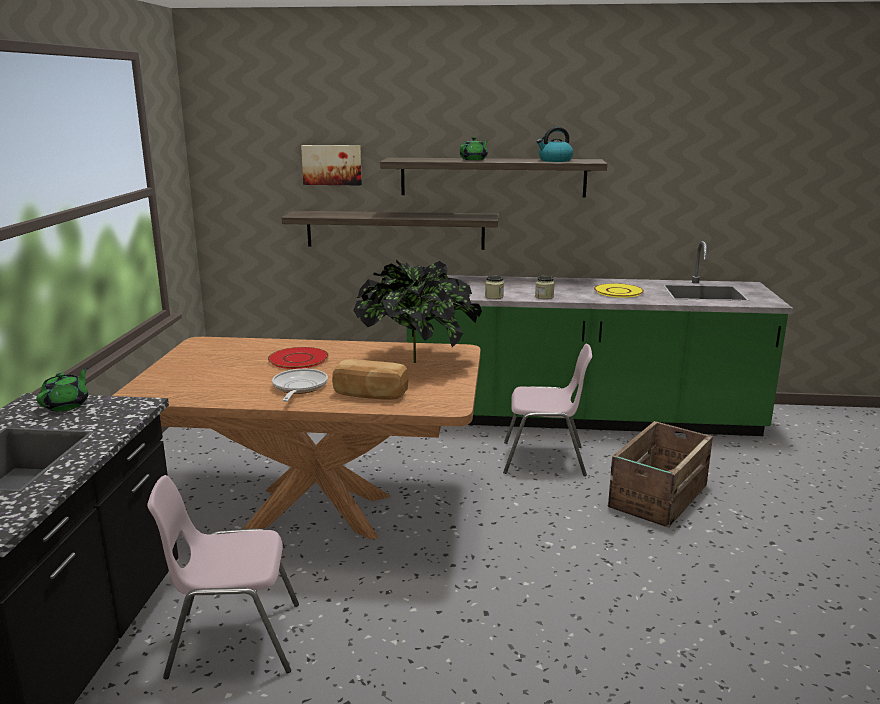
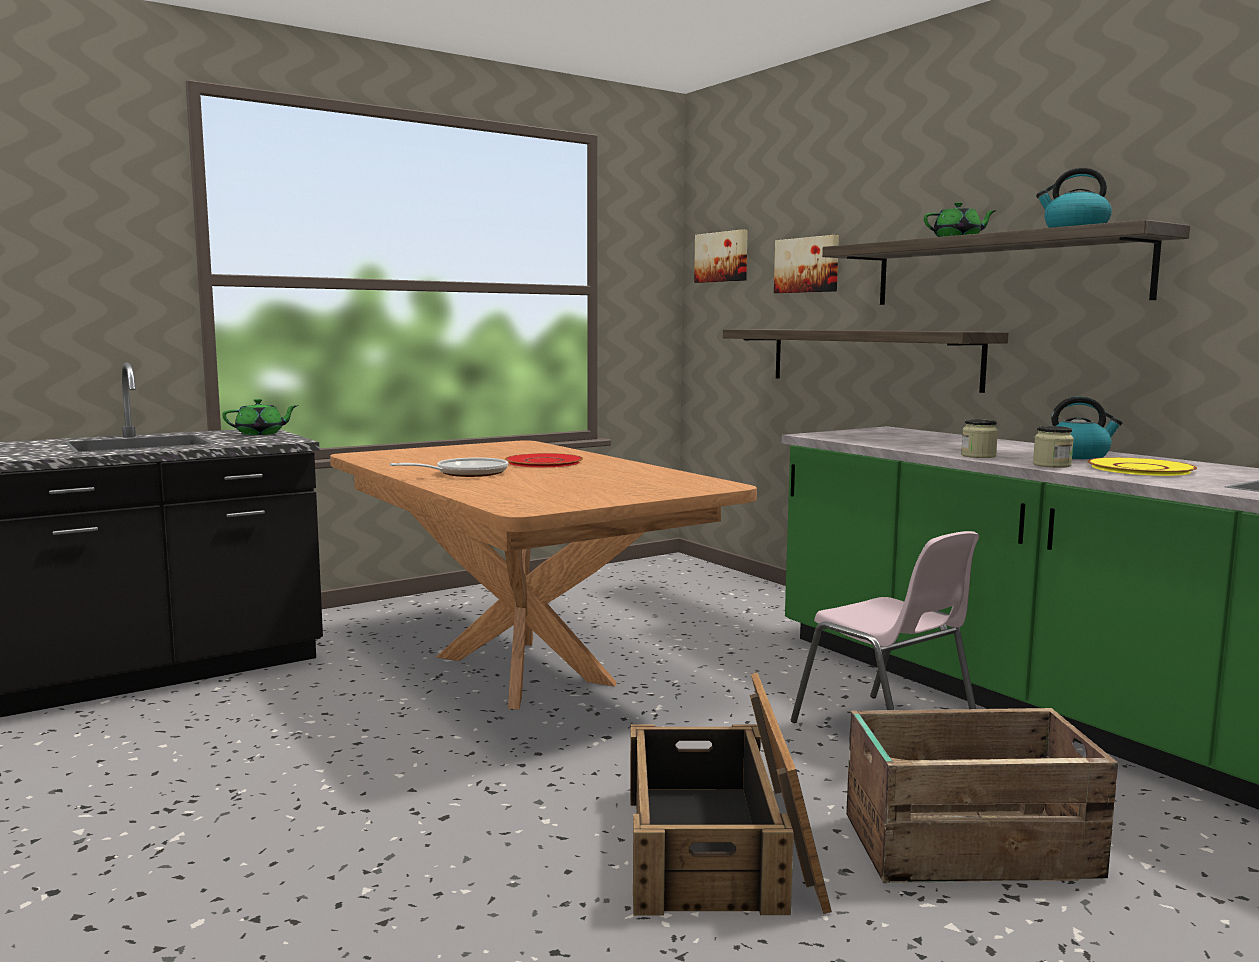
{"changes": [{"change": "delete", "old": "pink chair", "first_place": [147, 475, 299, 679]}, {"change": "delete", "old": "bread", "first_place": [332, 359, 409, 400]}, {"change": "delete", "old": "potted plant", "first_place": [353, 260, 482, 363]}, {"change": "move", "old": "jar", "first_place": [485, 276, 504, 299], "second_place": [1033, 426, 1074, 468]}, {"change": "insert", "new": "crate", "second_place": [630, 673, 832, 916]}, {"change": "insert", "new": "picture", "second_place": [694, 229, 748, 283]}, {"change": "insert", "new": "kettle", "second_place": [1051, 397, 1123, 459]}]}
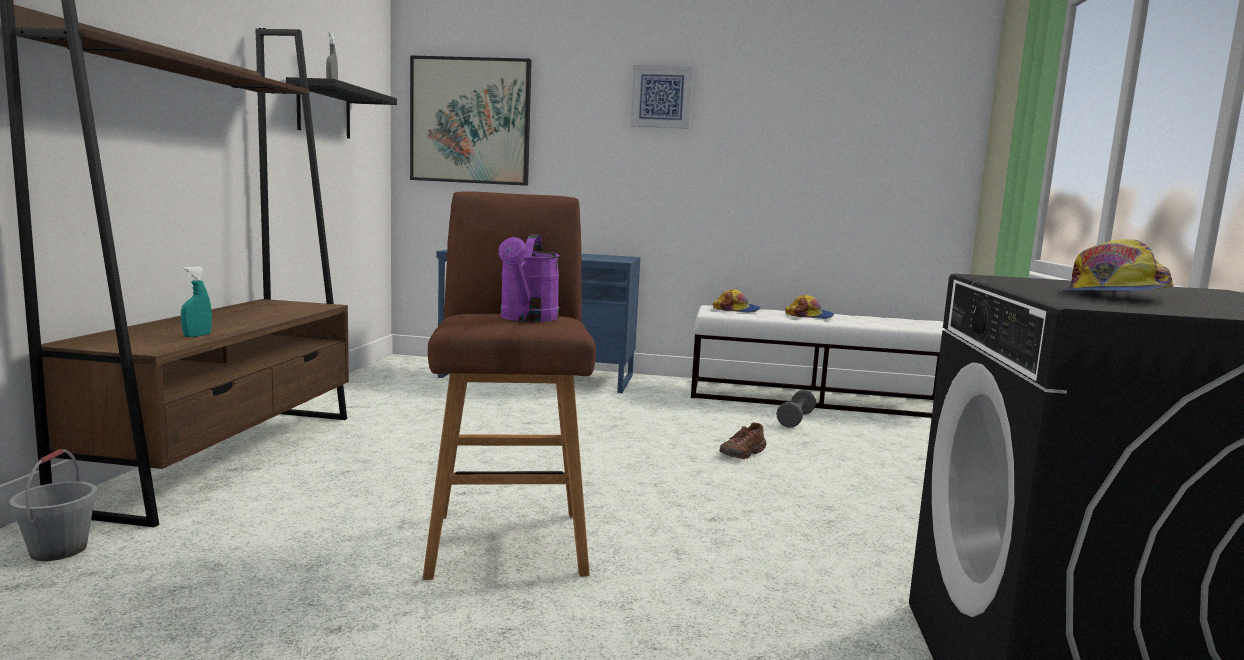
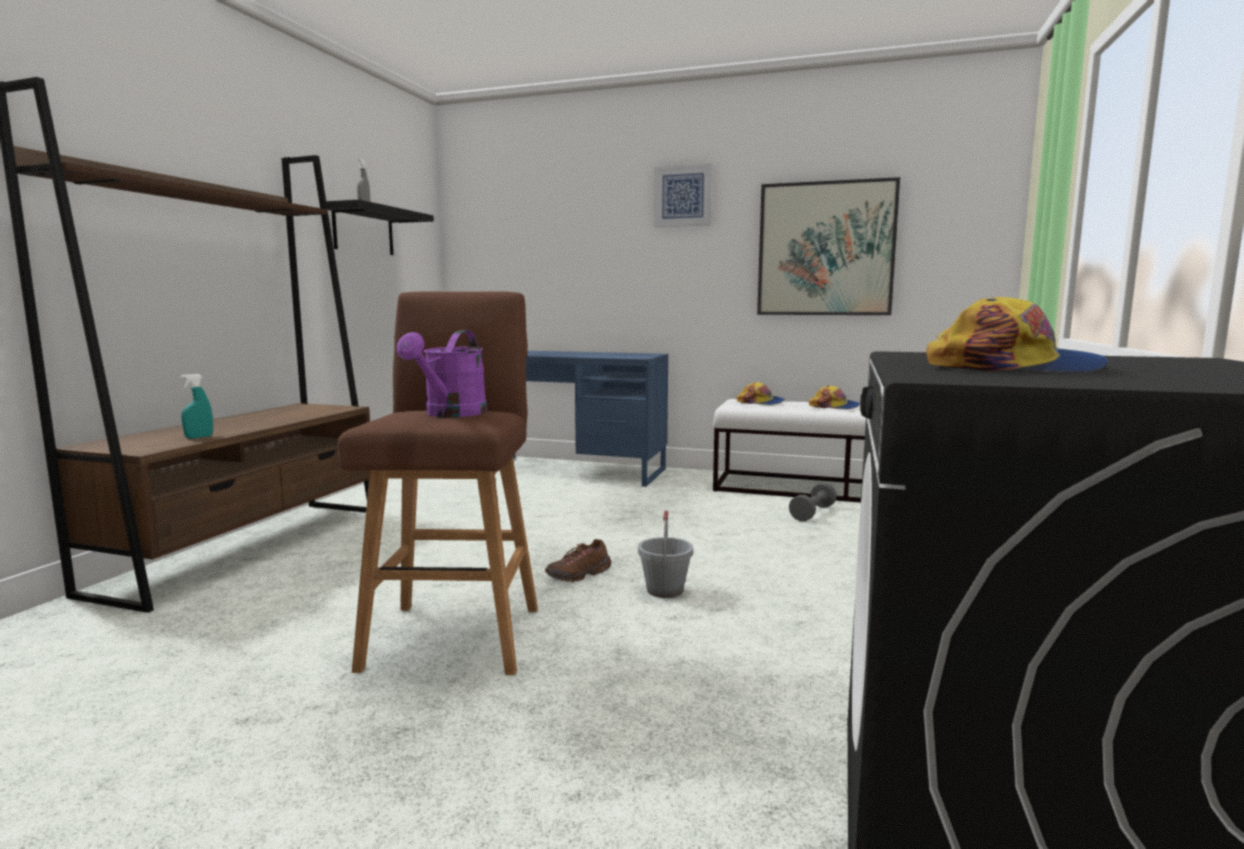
{"changes": [{"change": "move", "old": "grey bucket", "first_place": [9, 449, 98, 561], "second_place": [638, 511, 693, 598]}, {"change": "move", "old": "picture", "first_place": [410, 55, 532, 186], "second_place": [757, 177, 900, 315]}, {"change": "move", "old": "brown shoe", "first_place": [719, 422, 766, 460], "second_place": [545, 539, 611, 582]}, {"change": "rotate", "old": "cap", "first_place": [1056, 239, 1174, 292], "second_place": [926, 297, 1109, 372], "degrees": -120}]}
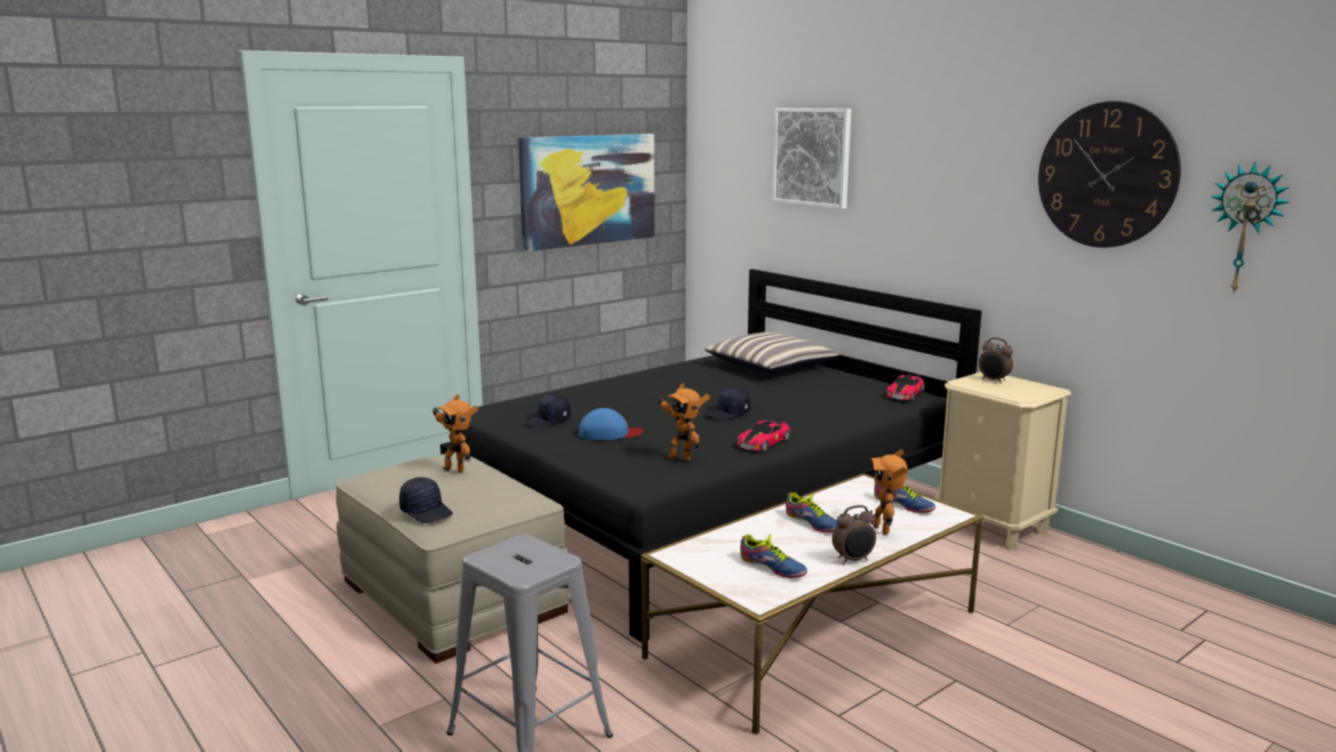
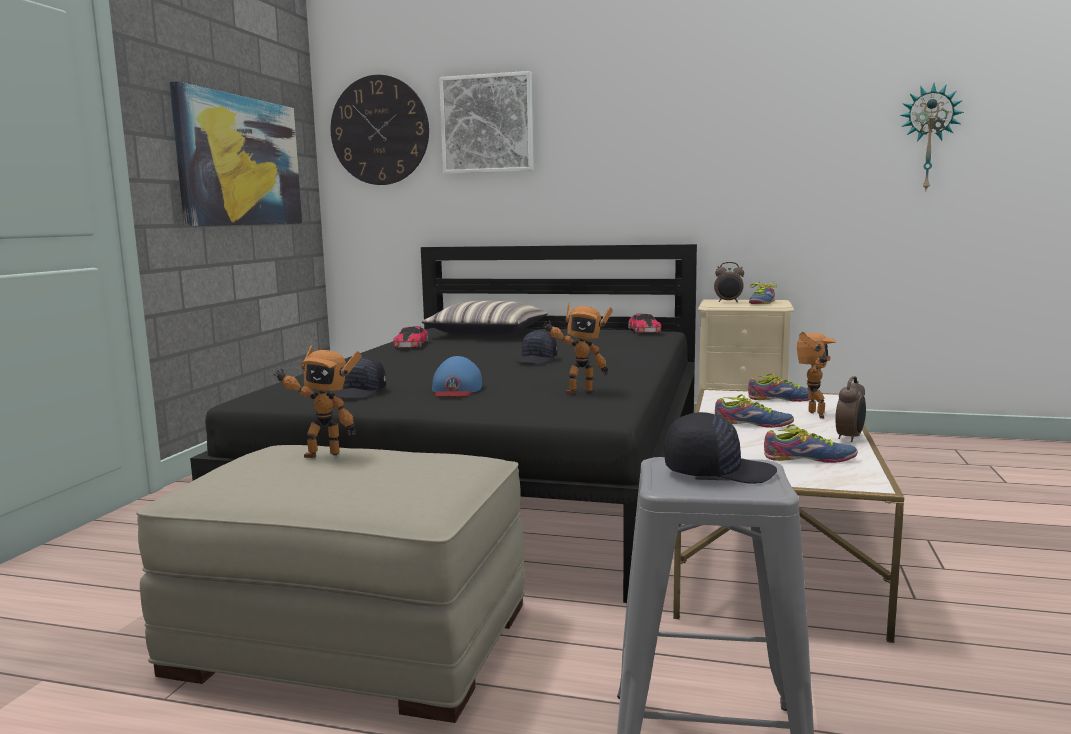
{"changes": [{"change": "move", "old": "black cap", "first_place": [399, 477, 453, 523], "second_place": [665, 412, 777, 484]}, {"change": "rotate", "old": "blue cap", "first_place": [579, 408, 643, 440], "second_place": [432, 356, 482, 397], "degrees": 135}, {"change": "move", "old": "toy car", "first_place": [737, 418, 790, 451], "second_place": [393, 326, 429, 348]}, {"change": "rotate", "old": "toy robot", "first_place": [871, 450, 908, 535], "second_place": [797, 332, 836, 419], "degrees": -135}, {"change": "move", "old": "wall clock", "first_place": [1038, 101, 1181, 248], "second_place": [331, 75, 429, 185]}, {"change": "insert", "new": "shoe", "second_place": [749, 281, 777, 304]}]}
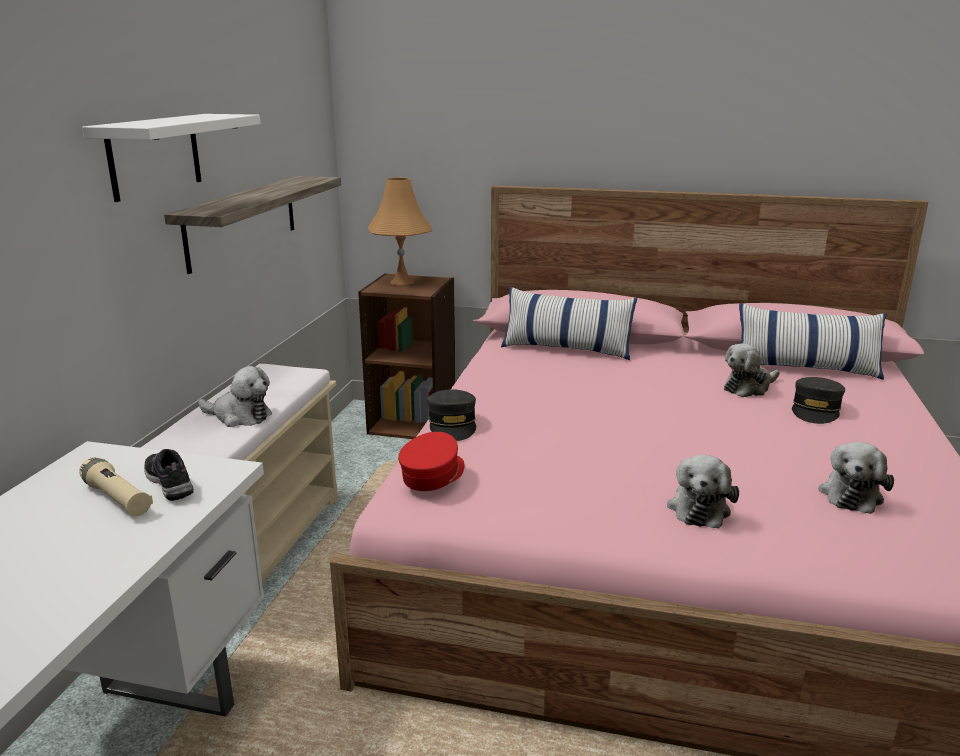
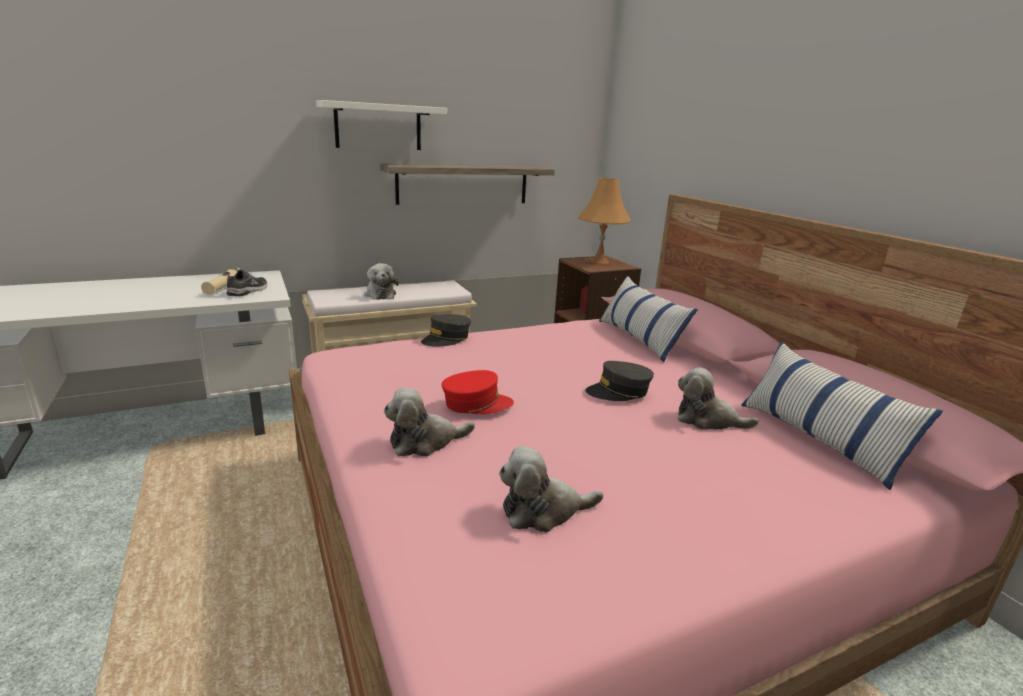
{"changes": [{"change": "move", "old": "red cap", "first_place": [398, 432, 465, 491], "second_place": [442, 370, 514, 414]}, {"change": "move", "old": "grey cap", "first_place": [792, 377, 845, 424], "second_place": [585, 361, 654, 401]}]}
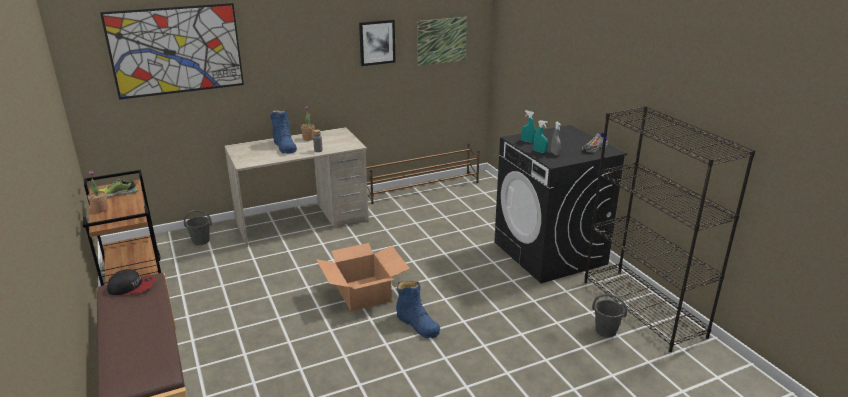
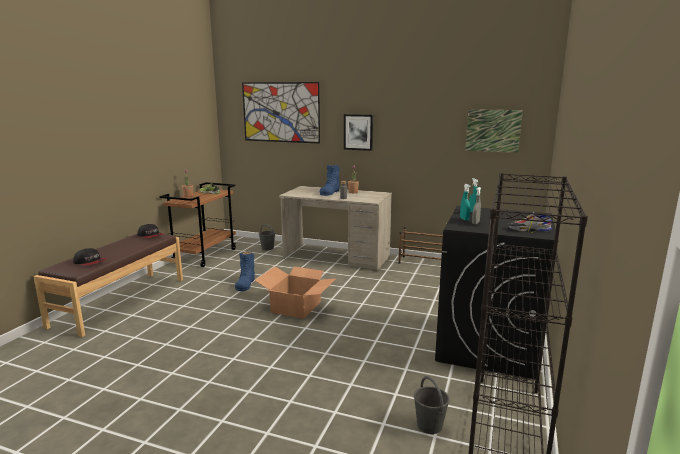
{"changes": [{"change": "move", "old": "picture", "first_place": [359, 19, 395, 66], "second_place": [344, 114, 373, 151]}, {"change": "move", "old": "blue boot", "first_place": [396, 281, 440, 338], "second_place": [235, 251, 255, 291]}, {"change": "insert", "new": "cap", "second_place": [73, 248, 107, 266]}]}
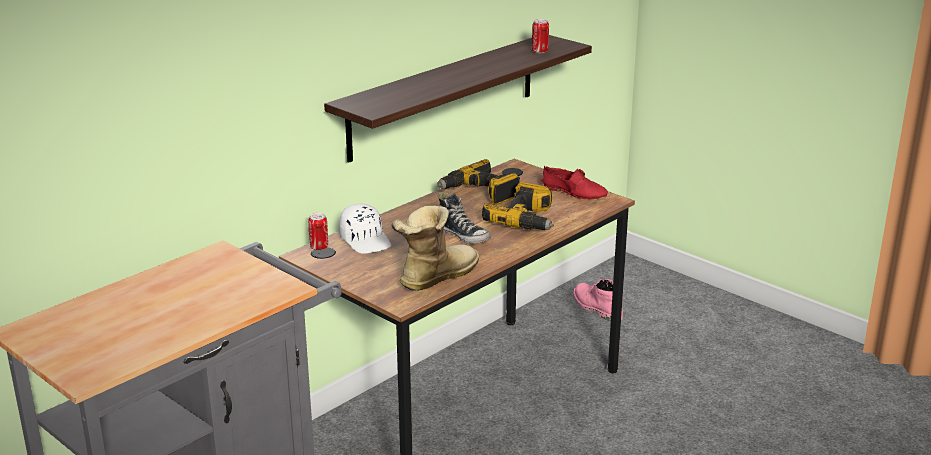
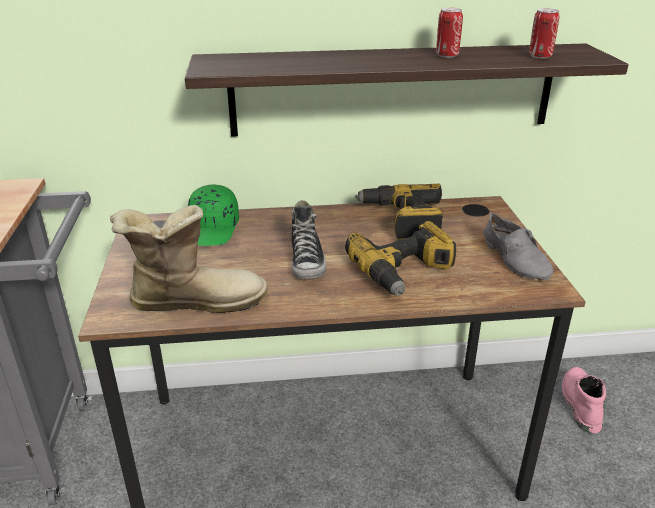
{"changes": [{"change": "move", "old": "can", "first_place": [308, 213, 328, 251], "second_place": [436, 8, 463, 58]}, {"change": "recolor", "old": "white cap", "new": "green cap", "first_place": [339, 203, 391, 254], "second_place": [188, 184, 239, 246]}, {"change": "recolor", "old": "red shoe", "new": "grey shoe", "first_place": [541, 166, 608, 200], "second_place": [484, 212, 553, 280]}]}
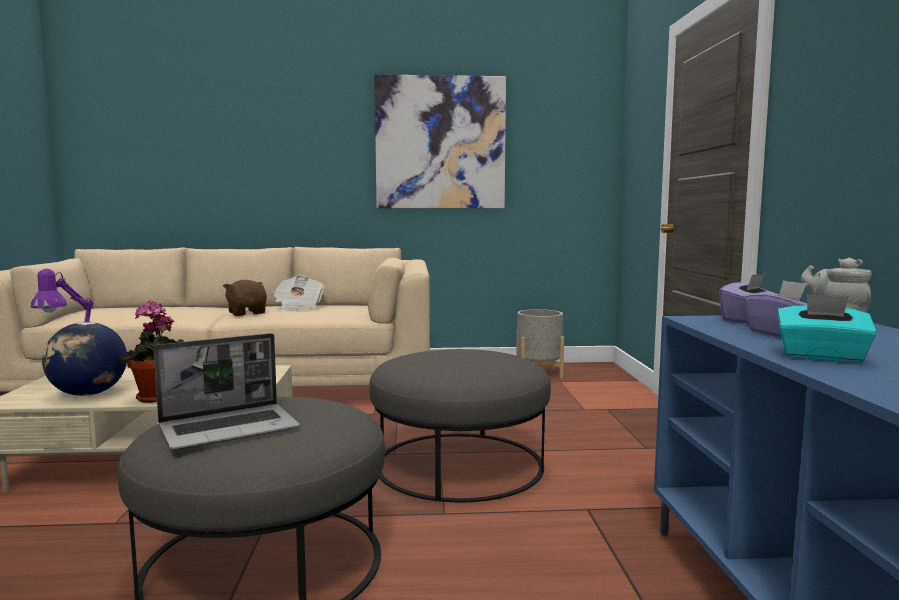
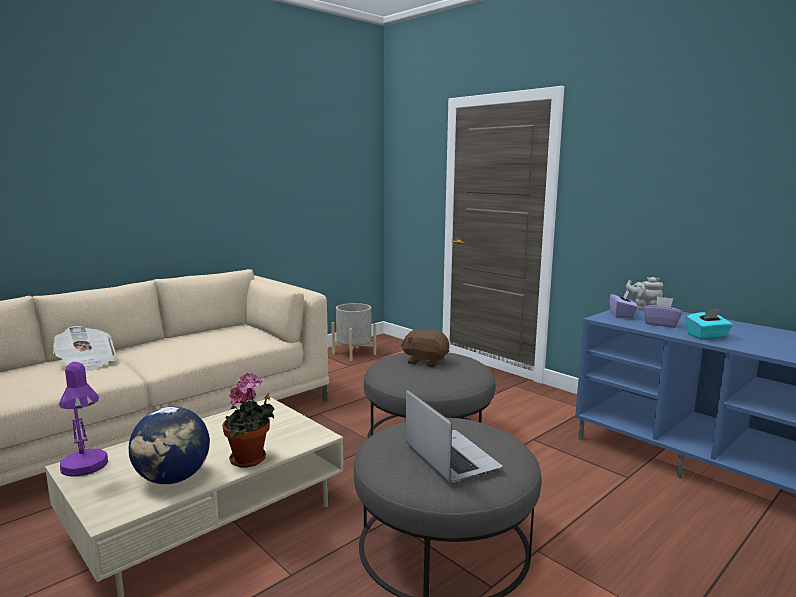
{"changes": [{"change": "rotate", "old": "laptop", "first_place": [153, 333, 300, 450], "second_place": [405, 389, 503, 484], "degrees": -45}, {"change": "move", "old": "brown plush toy", "first_place": [223, 280, 267, 316], "second_place": [401, 329, 449, 367]}, {"change": "move", "old": "newspaper", "first_place": [273, 276, 325, 312], "second_place": [53, 326, 116, 372]}, {"change": "delete", "old": "picture", "first_place": [374, 74, 506, 208]}]}
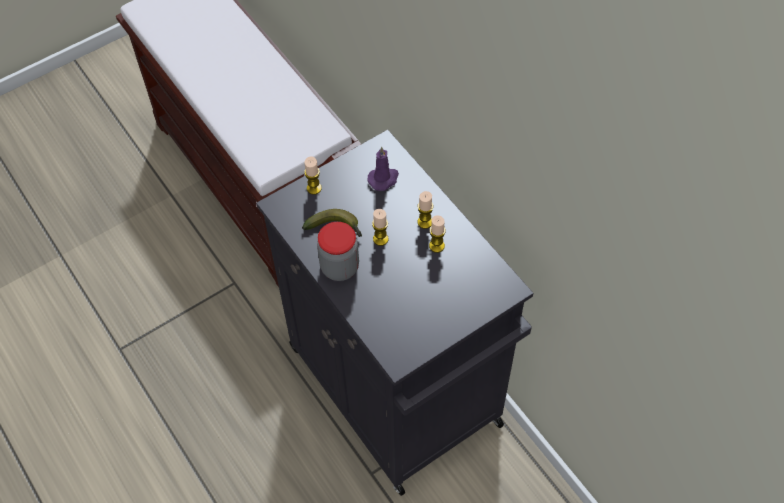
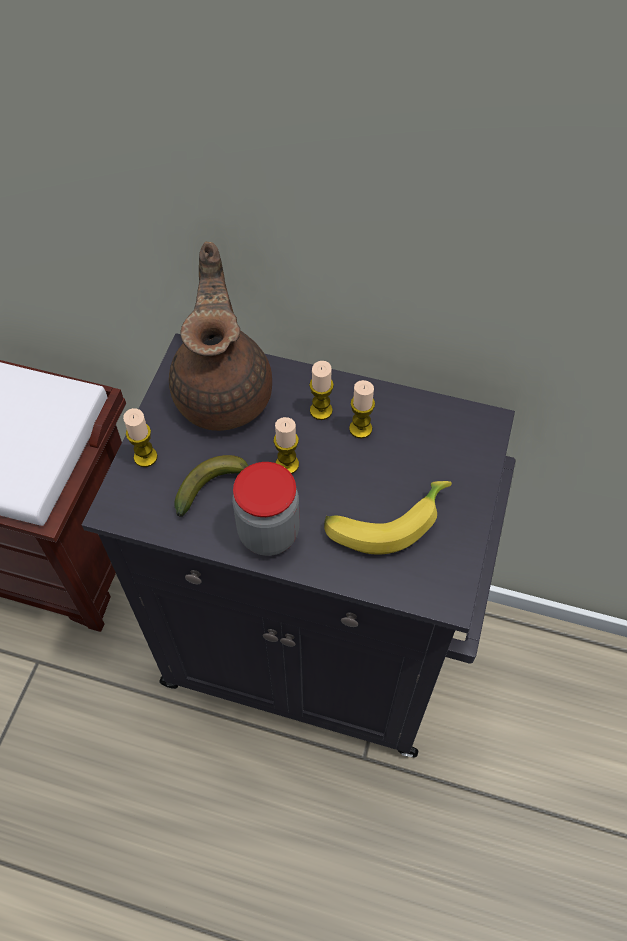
{"changes": [{"change": "replace", "old": "purple candle", "new": "brown teapot", "first_place": [368, 147, 399, 191], "second_place": [169, 242, 272, 431]}, {"change": "insert", "new": "banana", "second_place": [324, 481, 452, 555]}]}
